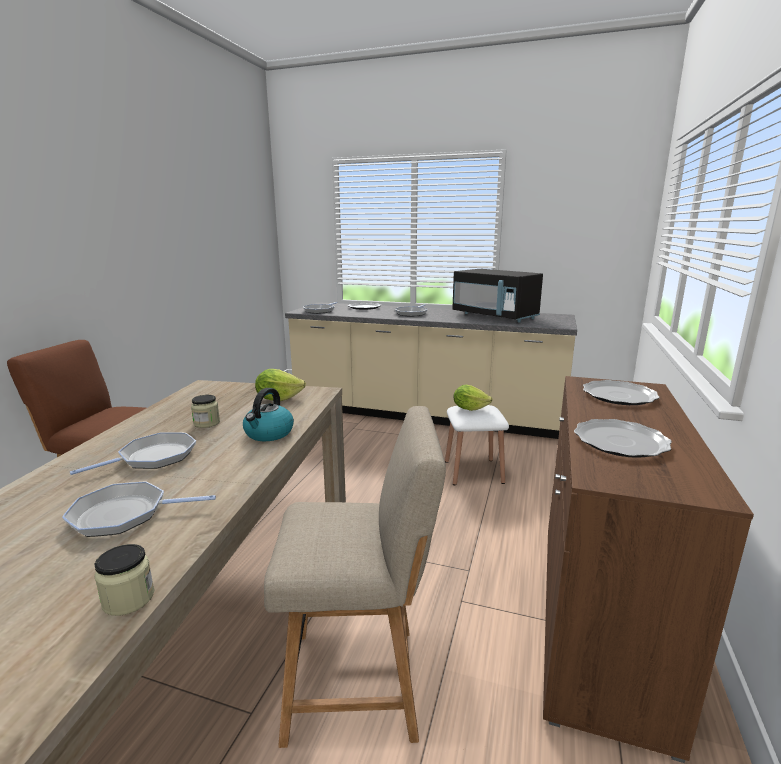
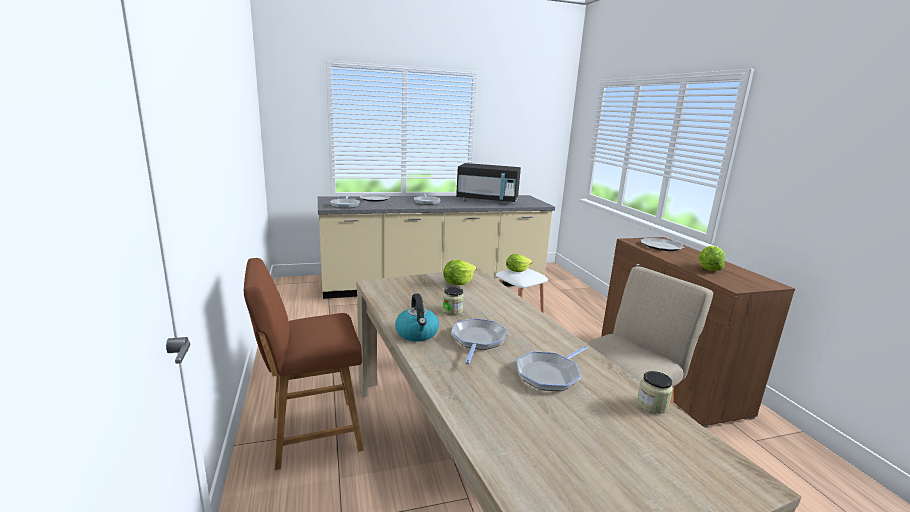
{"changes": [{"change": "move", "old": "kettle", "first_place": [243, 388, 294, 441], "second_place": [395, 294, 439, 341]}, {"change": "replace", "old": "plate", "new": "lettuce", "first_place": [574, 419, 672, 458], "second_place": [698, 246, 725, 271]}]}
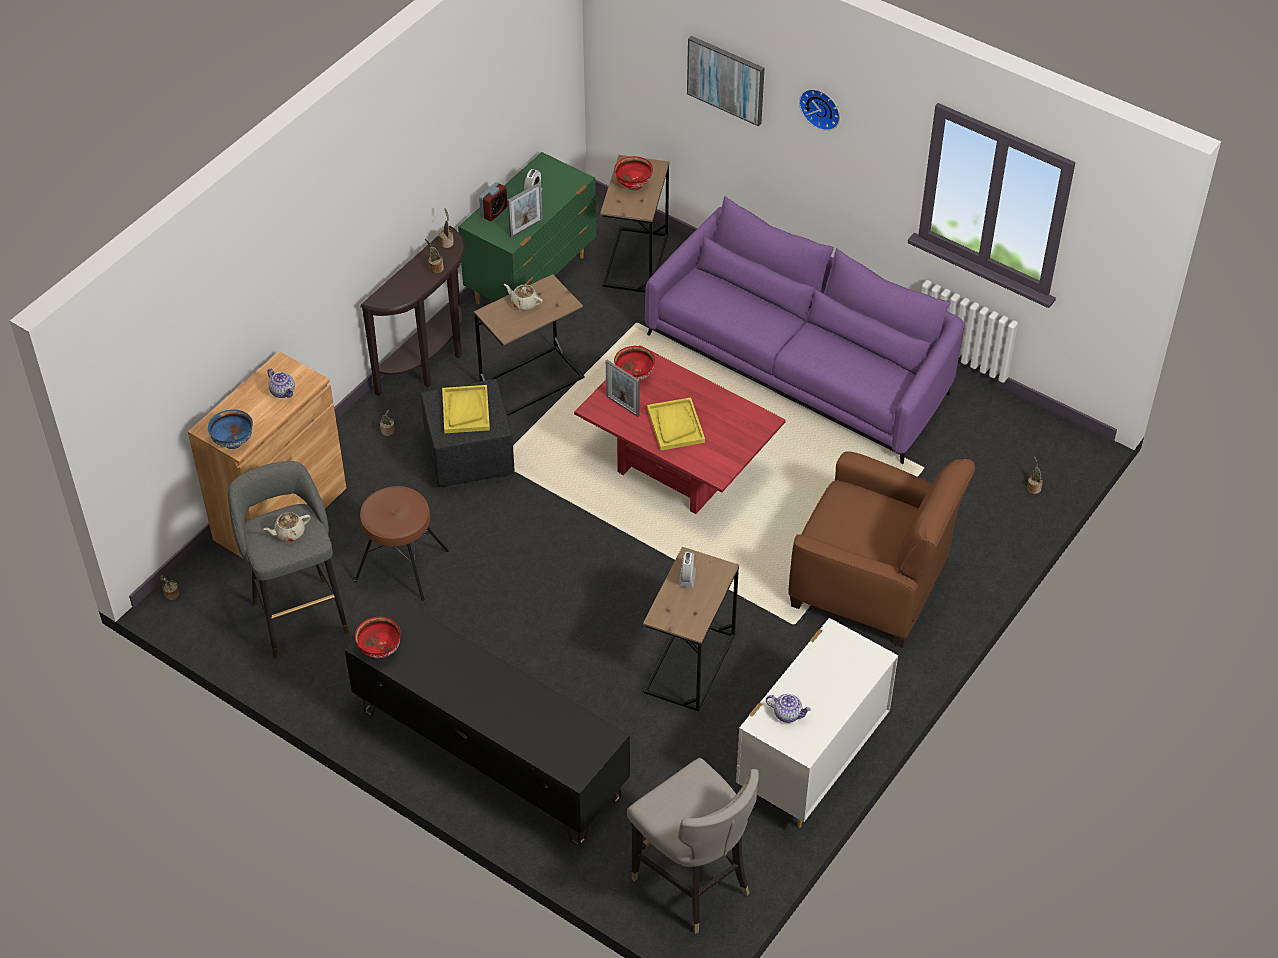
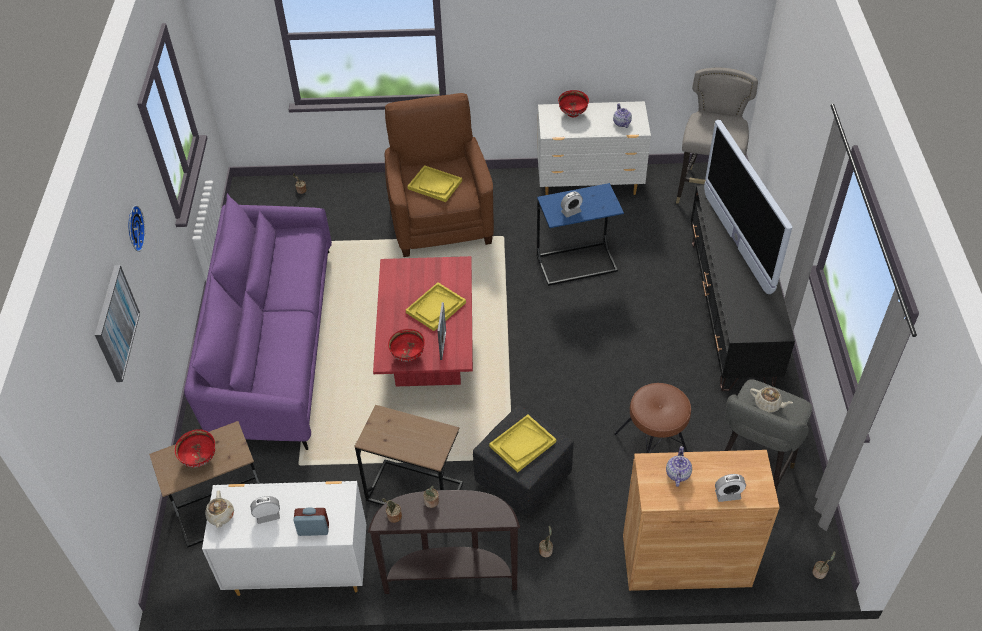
{"changes": [{"change": "delete", "old": "blue bowl", "first_place": [208, 410, 253, 449]}, {"change": "move", "old": "red bowl", "first_place": [355, 617, 401, 658], "second_place": [558, 90, 589, 117]}, {"change": "recolor", "old": "green dresser", "new": "white dresser", "first_place": [458, 152, 596, 304], "second_place": [202, 481, 366, 596]}, {"change": "move", "old": "beige teapot", "first_place": [504, 284, 543, 310], "second_place": [205, 490, 234, 528]}, {"change": "delete", "old": "picture frame", "first_place": [508, 182, 543, 238]}, {"change": "recolor", "old": "brown side table", "new": "blue side table", "first_place": [643, 547, 739, 712], "second_place": [537, 183, 624, 286]}, {"change": "insert", "new": "yellow tray", "second_place": [407, 165, 462, 202]}, {"change": "insert", "new": "television", "second_place": [704, 120, 792, 294]}, {"change": "insert", "new": "alarm clock", "second_place": [715, 474, 746, 502]}]}
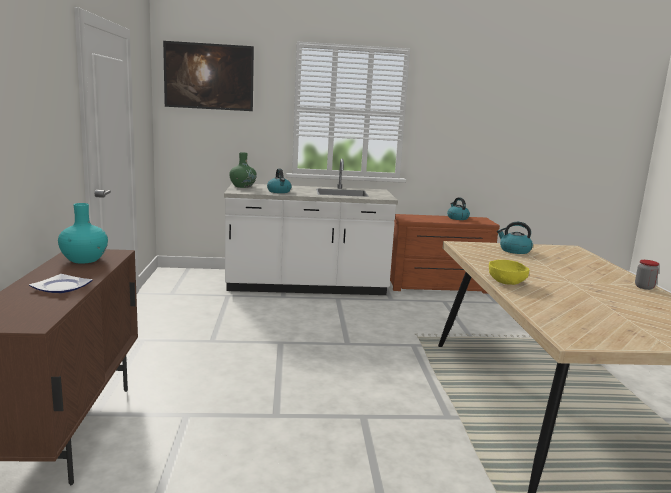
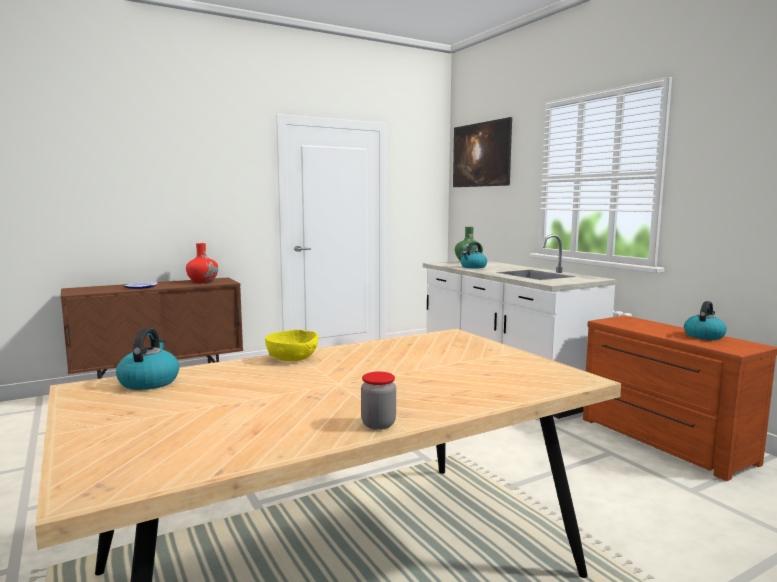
{"changes": [{"change": "recolor", "old": "turquoise vase", "new": "red vase", "first_place": [58, 203, 108, 263], "second_place": [186, 243, 218, 283]}, {"change": "move", "old": "kettle", "first_place": [497, 222, 533, 254], "second_place": [116, 328, 179, 390]}]}
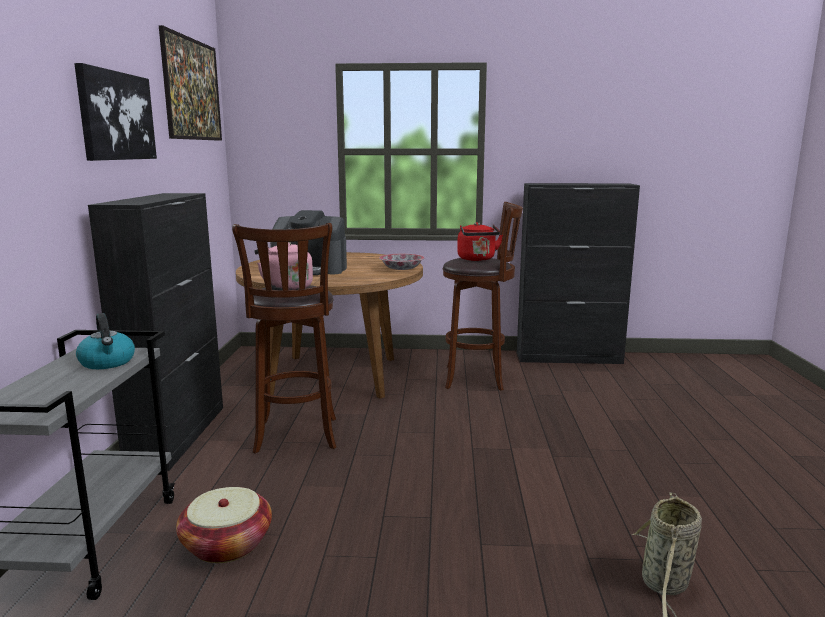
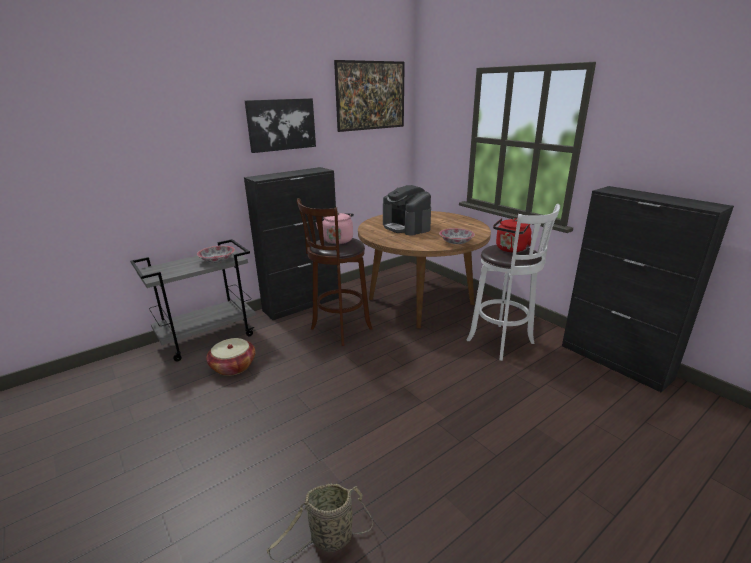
{"changes": [{"change": "replace", "old": "kettle", "new": "bowl", "first_place": [76, 313, 135, 369], "second_place": [197, 245, 235, 263]}, {"change": "recolor", "old": "brown stool", "new": "white stool", "first_place": [443, 202, 523, 391], "second_place": [467, 204, 560, 361]}]}
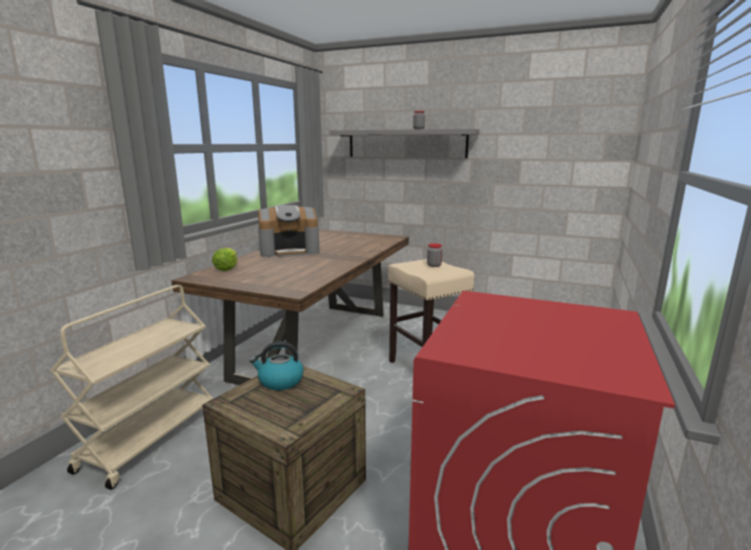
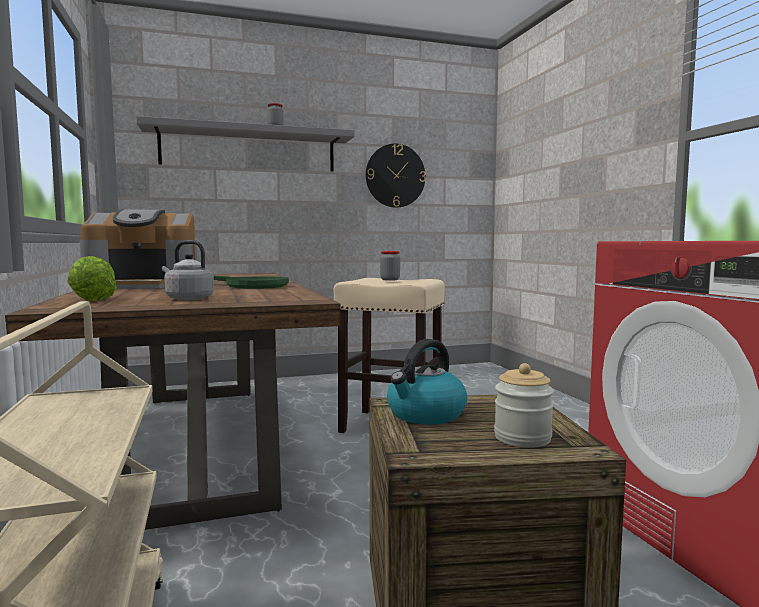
{"changes": [{"change": "rotate", "old": "coffee machine", "first_place": [258, 205, 320, 257], "second_place": [80, 209, 197, 289], "degrees": 45}, {"change": "insert", "new": "grey kettle", "second_place": [162, 241, 214, 300]}, {"change": "insert", "new": "green frying pan", "second_place": [213, 275, 289, 289]}, {"change": "insert", "new": "wall clock", "second_place": [366, 144, 426, 208]}, {"change": "insert", "new": "jar", "second_place": [494, 363, 554, 448]}]}
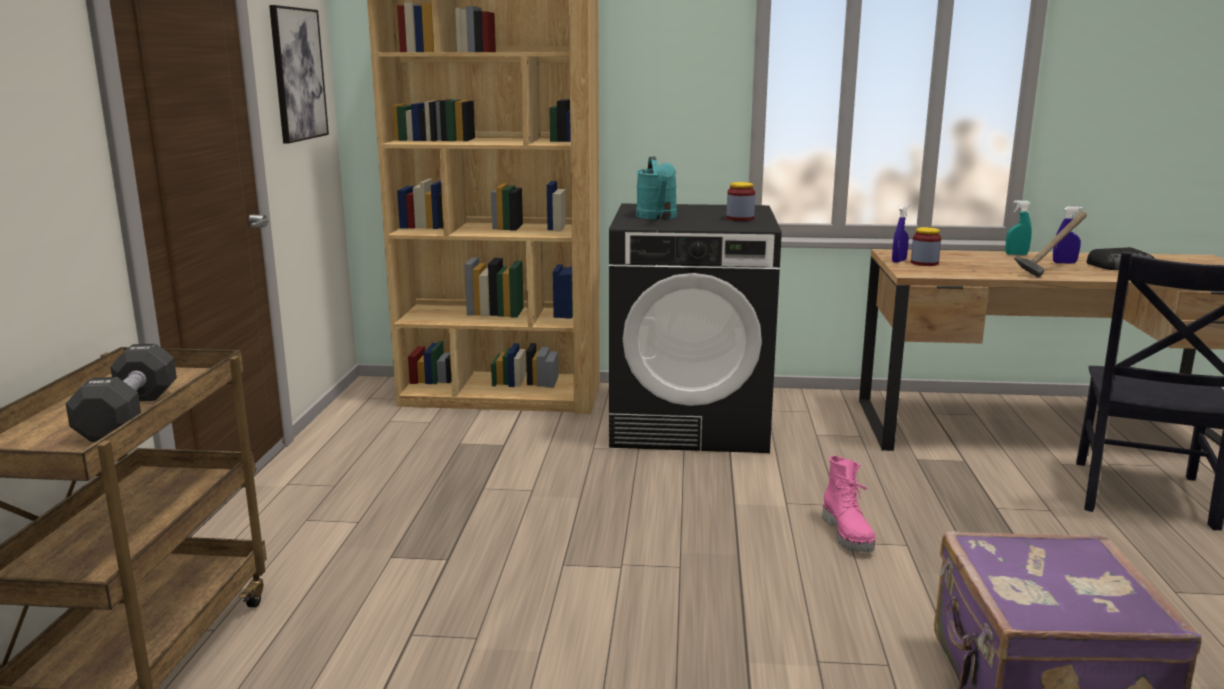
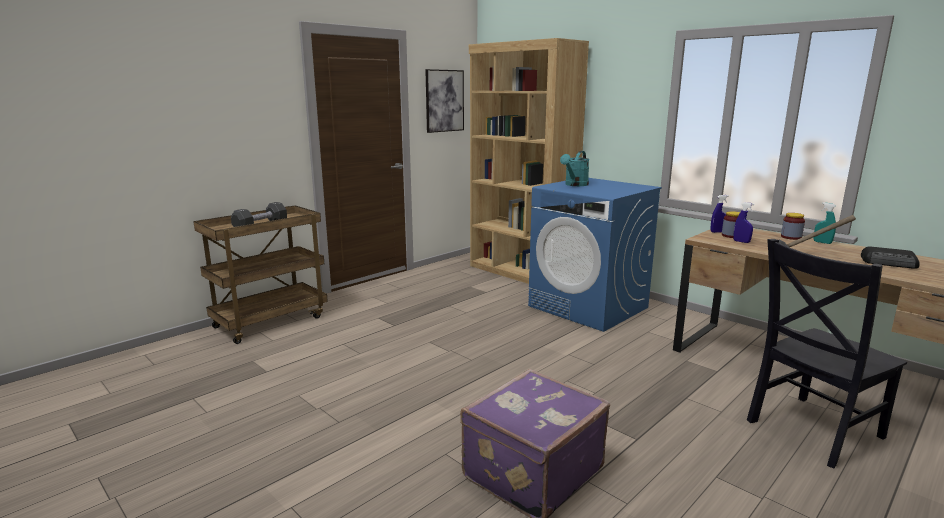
{"changes": [{"change": "recolor", "old": "black washing machine", "new": "blue washing machine", "first_place": [609, 204, 782, 453], "second_place": [528, 178, 662, 332]}, {"change": "move", "old": "jar", "first_place": [726, 182, 755, 221], "second_place": [781, 213, 805, 240]}, {"change": "delete", "old": "pink boot", "first_place": [822, 456, 875, 552]}, {"change": "move", "old": "blue spray bottle", "first_place": [1053, 207, 1083, 263], "second_place": [734, 202, 755, 243]}]}
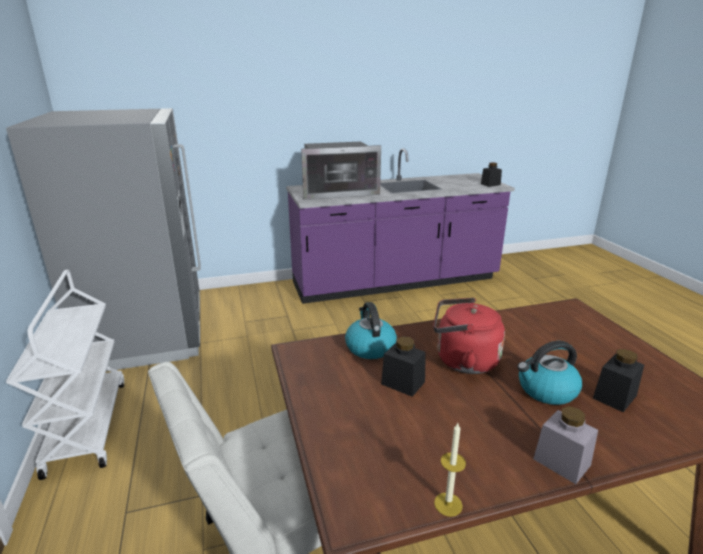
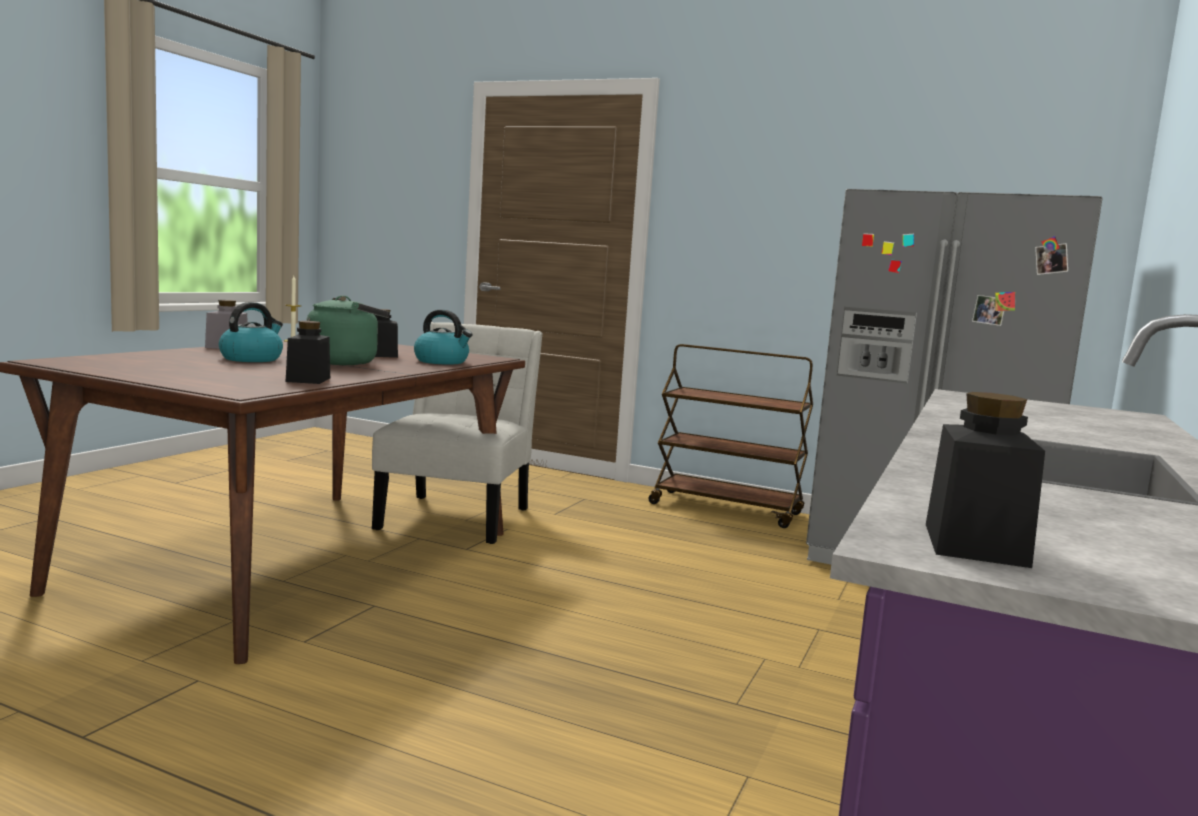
{"changes": [{"change": "recolor", "old": "white cart", "new": "brown cart", "first_place": [6, 270, 125, 480], "second_place": [649, 344, 813, 528]}, {"change": "delete", "old": "microwave", "first_place": [301, 142, 381, 200]}, {"change": "recolor", "old": "red kettle", "new": "green kettle", "first_place": [433, 298, 505, 374], "second_place": [307, 295, 390, 365]}, {"change": "move", "old": "black jar", "first_place": [593, 349, 644, 412], "second_place": [286, 321, 330, 384]}]}
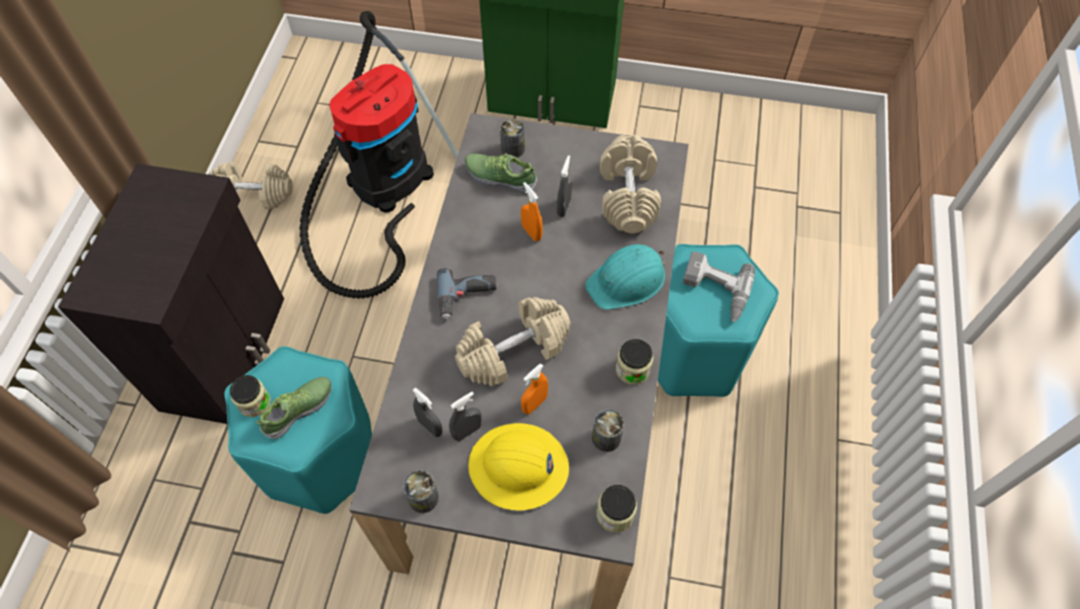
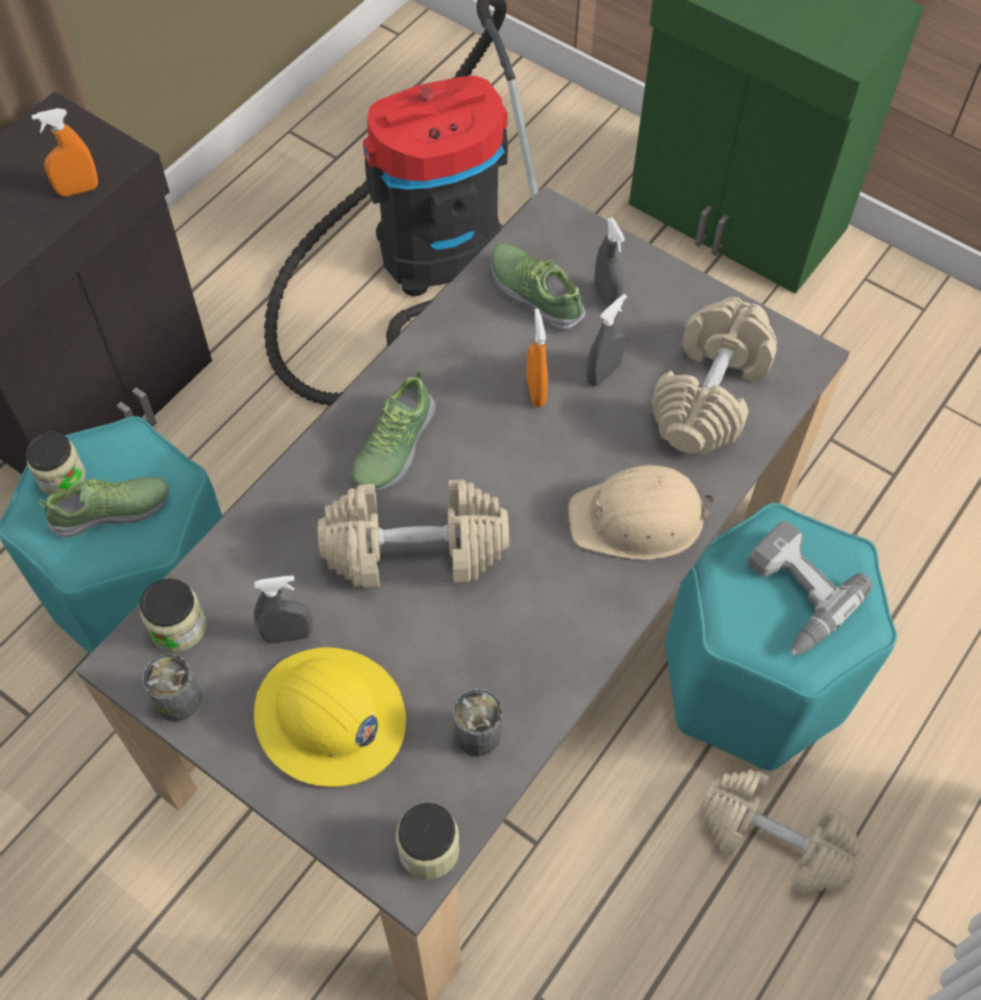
{"changes": [{"change": "move", "old": "beige dumbbell", "first_place": [211, 162, 293, 209], "second_place": [700, 769, 863, 893]}, {"change": "move", "old": "grey spray bottle", "first_place": [412, 387, 443, 437], "second_place": [594, 218, 625, 308]}, {"change": "replace", "old": "power drill", "new": "shoe", "first_place": [437, 268, 497, 320], "second_place": [351, 370, 435, 491]}, {"change": "delete", "old": "can", "first_place": [500, 118, 525, 158]}, {"change": "move", "old": "orange spray bottle", "first_place": [521, 363, 548, 414], "second_place": [31, 108, 98, 196]}, {"change": "recolor", "old": "turquoise hard hat", "new": "beige hard hat", "first_place": [585, 244, 665, 310], "second_place": [568, 465, 714, 560]}, {"change": "move", "old": "jar", "first_place": [616, 339, 653, 385], "second_place": [140, 579, 206, 652]}]}
